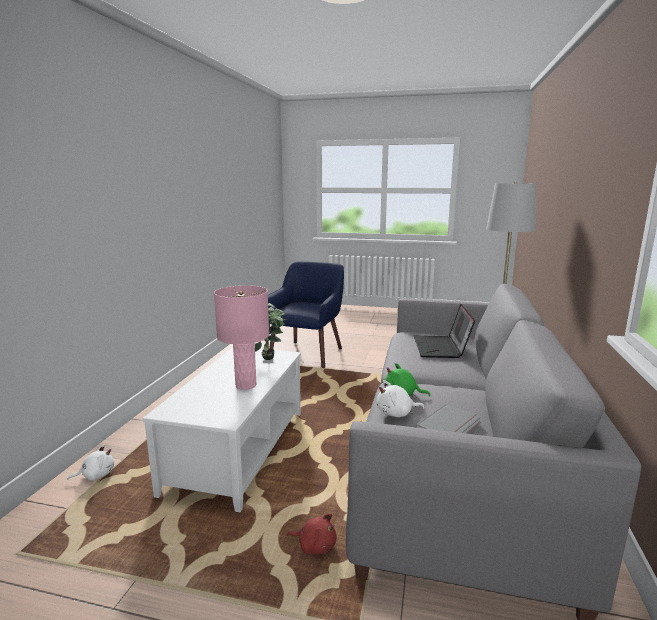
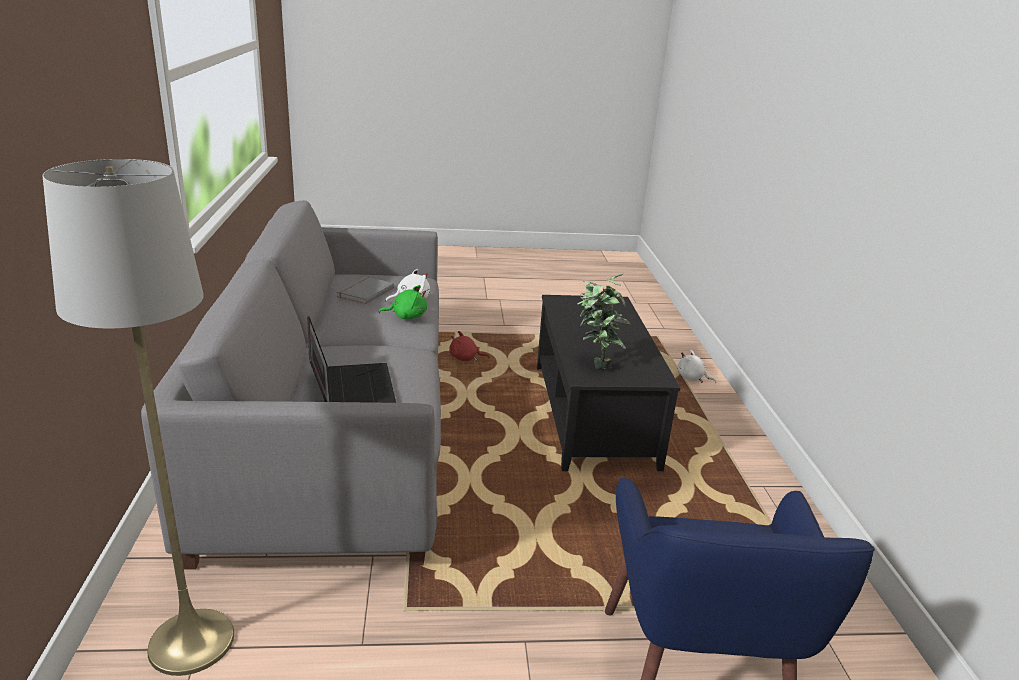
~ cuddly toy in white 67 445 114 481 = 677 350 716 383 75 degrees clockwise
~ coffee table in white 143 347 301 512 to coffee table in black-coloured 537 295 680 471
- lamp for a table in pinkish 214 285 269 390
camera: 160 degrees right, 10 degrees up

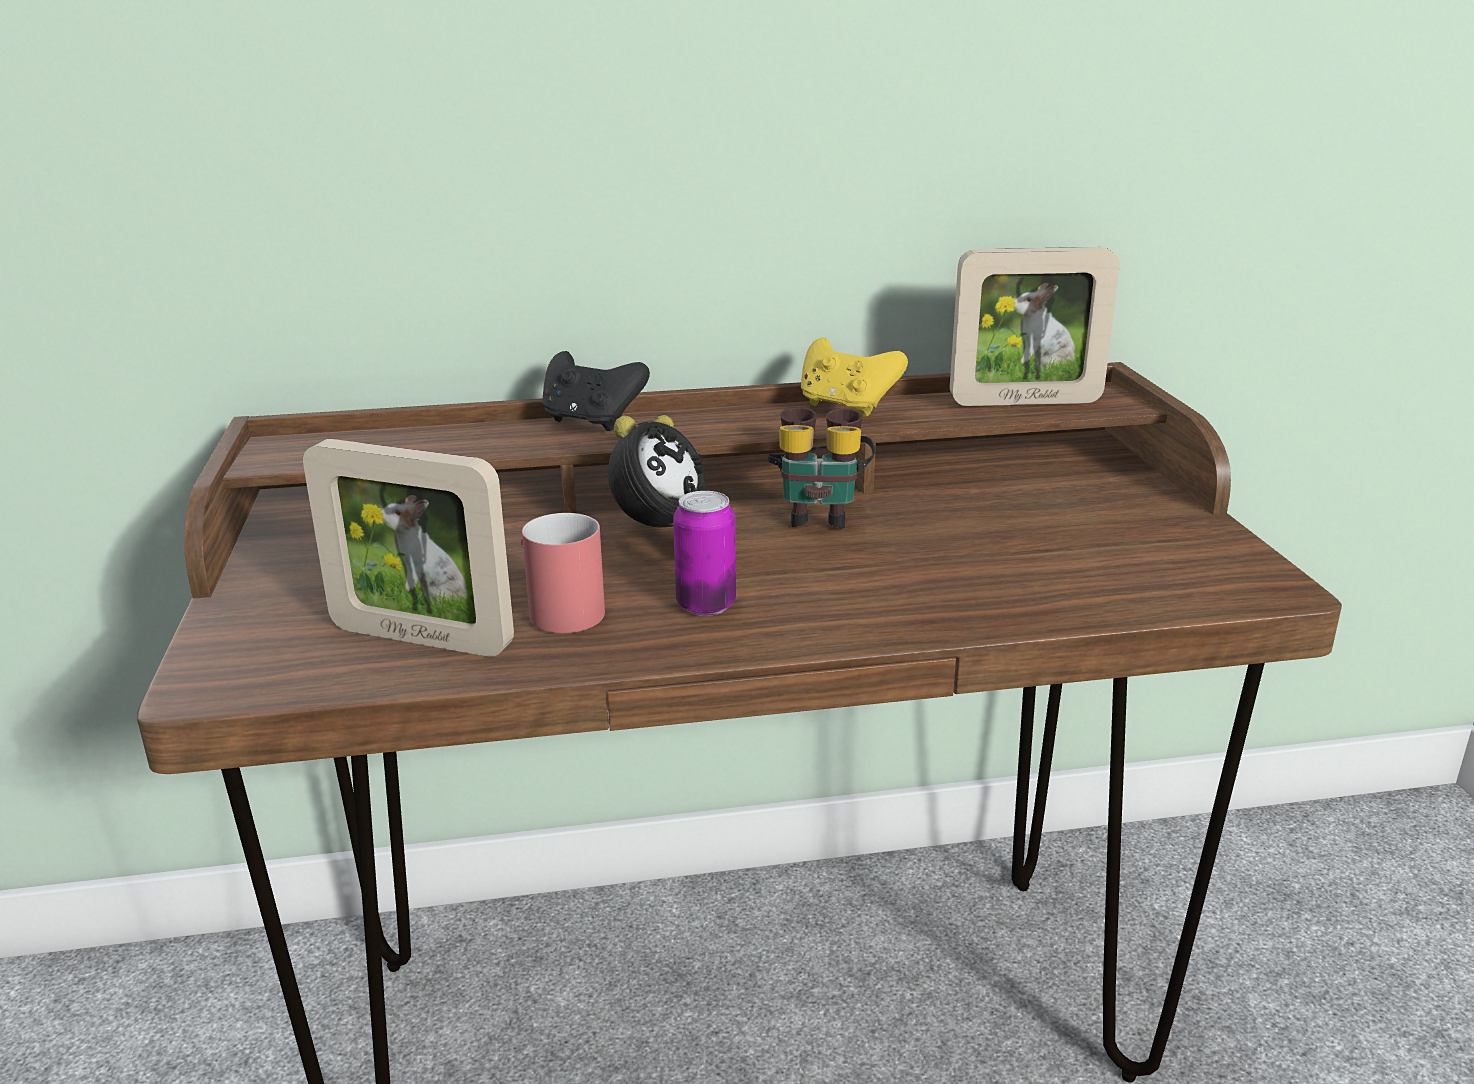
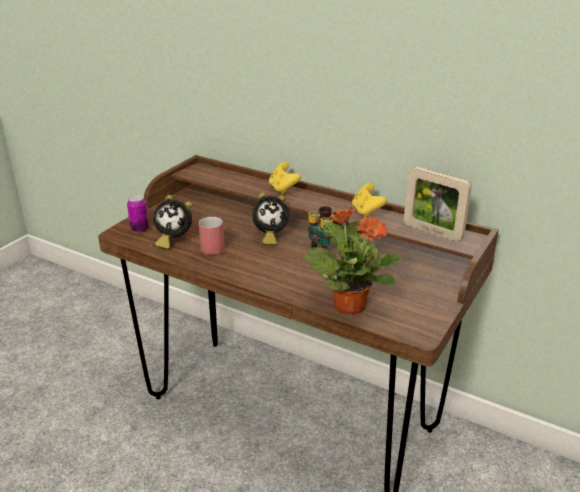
~ photo frame 303 439 514 657 to table clock 153 195 192 250
~ gamepad in black-coloured 543 351 650 431 to gamepad in yellow-coloured 269 162 301 194
~ metal can 673 491 736 616 to 127 195 149 233
+ houseplant 304 207 403 314
camera: 40 degrees right, 5 degrees up

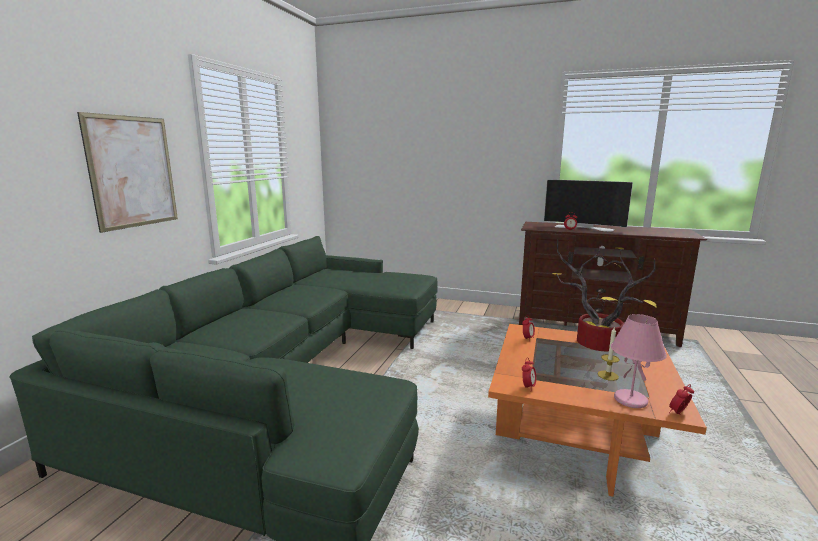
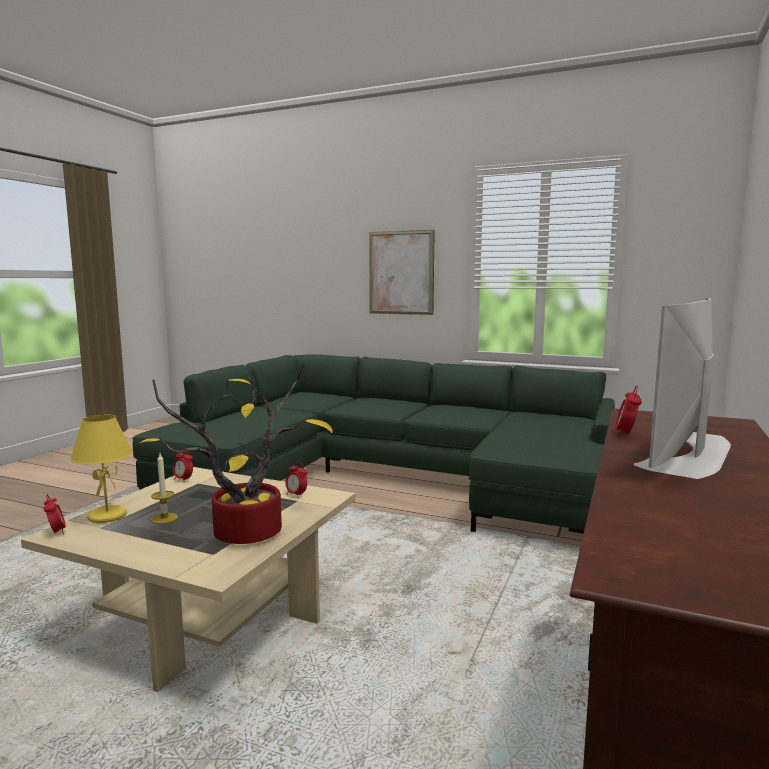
~ coffee table in orange-coloured 488 324 707 497 to coffee table in beige 21 467 356 692
~ lamp for a table in pinkish 611 314 667 408 to lamp for a table in yellow-coloured 70 415 133 523
camera: 95 degrees right, 5 degrees down

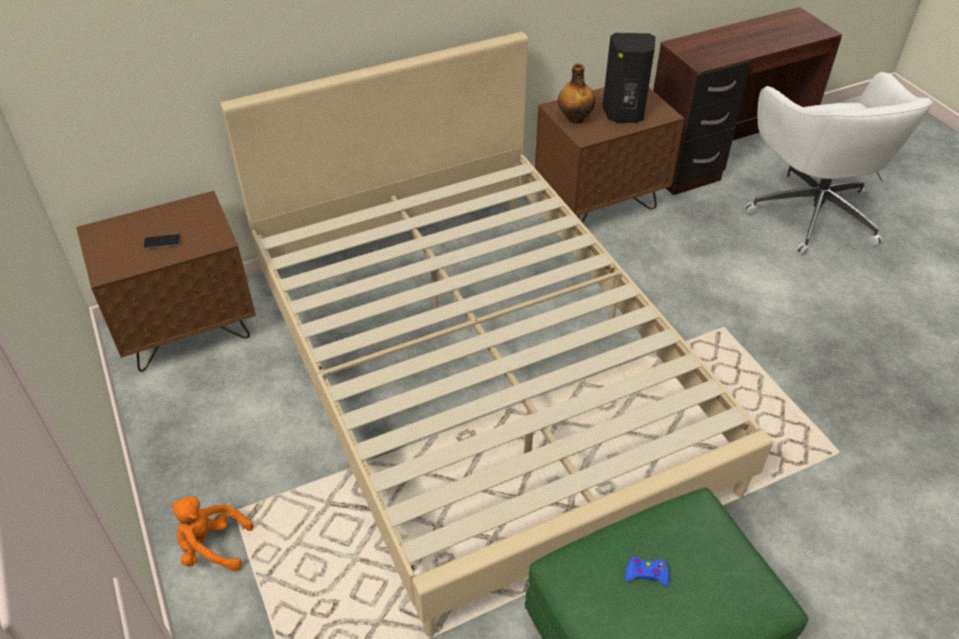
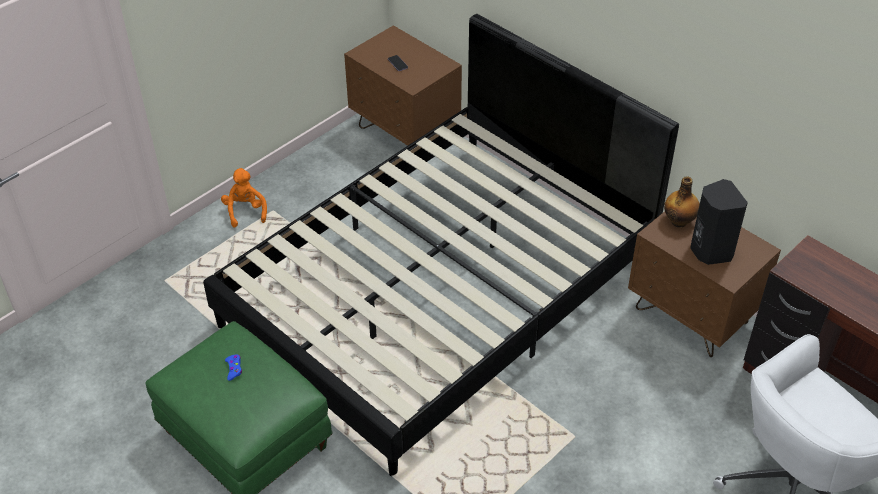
~ sleeping bed in beige 220 32 773 637 to sleeping bed in black-coloured 203 14 679 476
camera: 70 degrees right, 0 degrees up

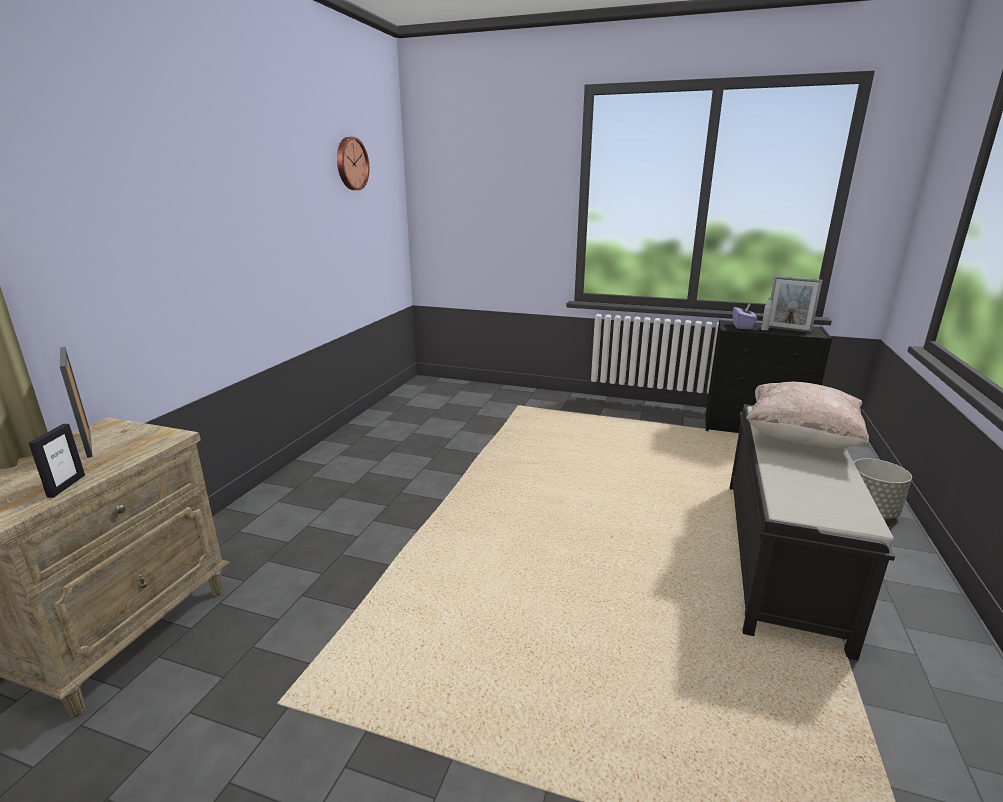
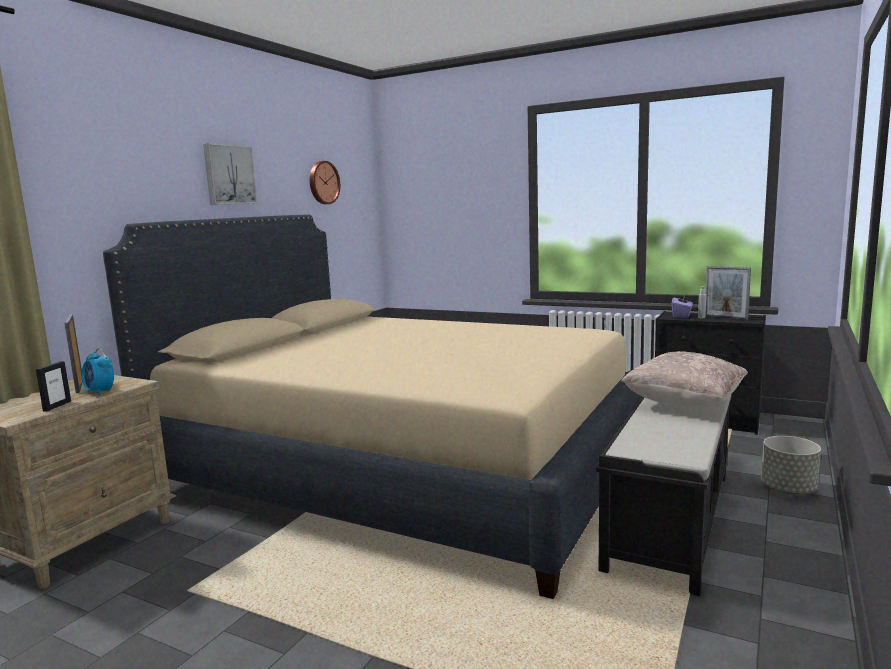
+ table clock 82 348 114 396
+ sleeping bed in beige 103 215 642 599
+ picture 203 143 258 205
camera: 10 degrees right, 10 degrees down

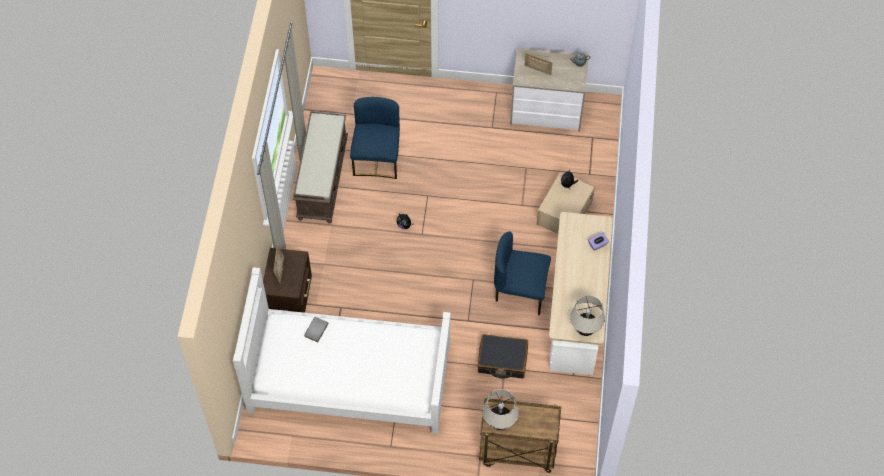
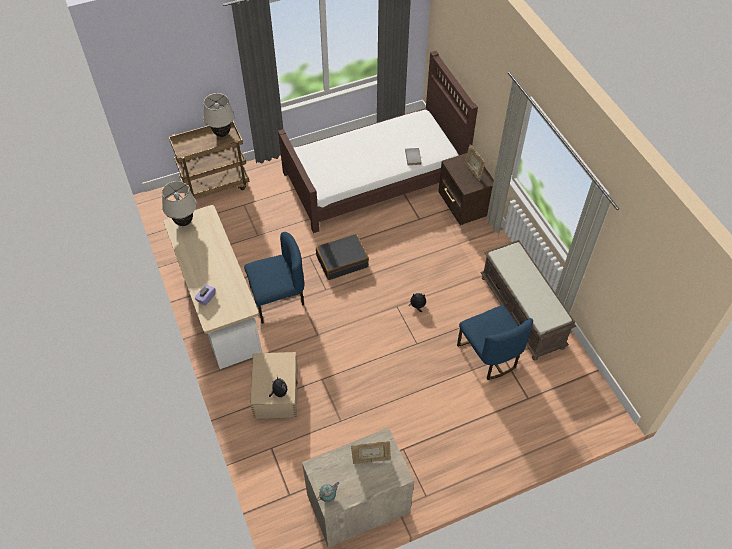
~ sleeping bed in white 233 267 451 434 to sleeping bed in brown 278 51 478 233
~ piece of luggage in black-coloured 478 334 528 378 to 316 234 369 280
camera: 150 degrees right, 5 degrees down

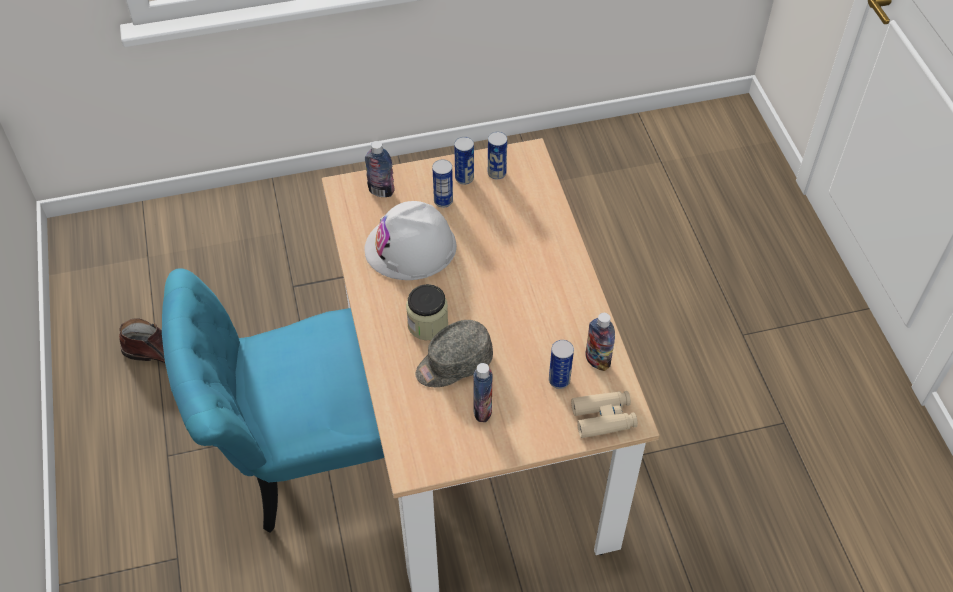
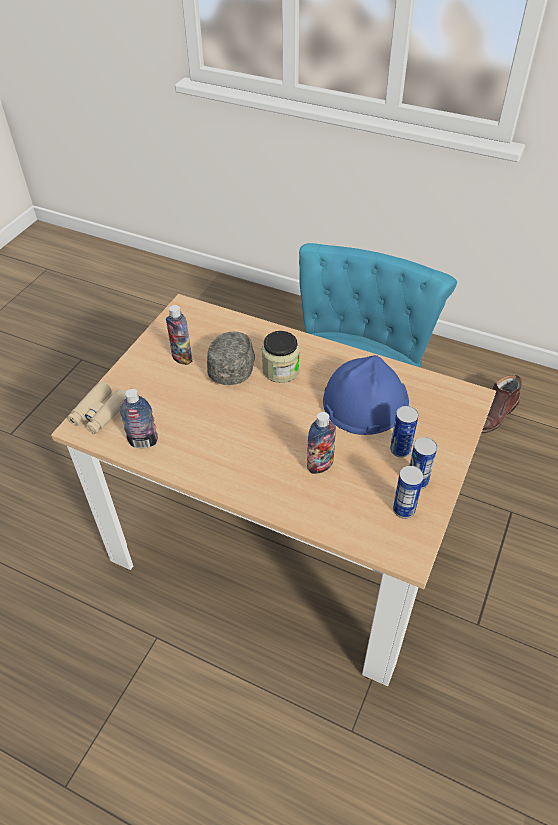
~ safety helmet in white 364 201 457 280 to safety helmet in bluish 323 355 409 435
~ bottle 365 141 395 197 to 307 412 336 474
- metal can 549 340 574 389
camera: 130 degrees right, 5 degrees down

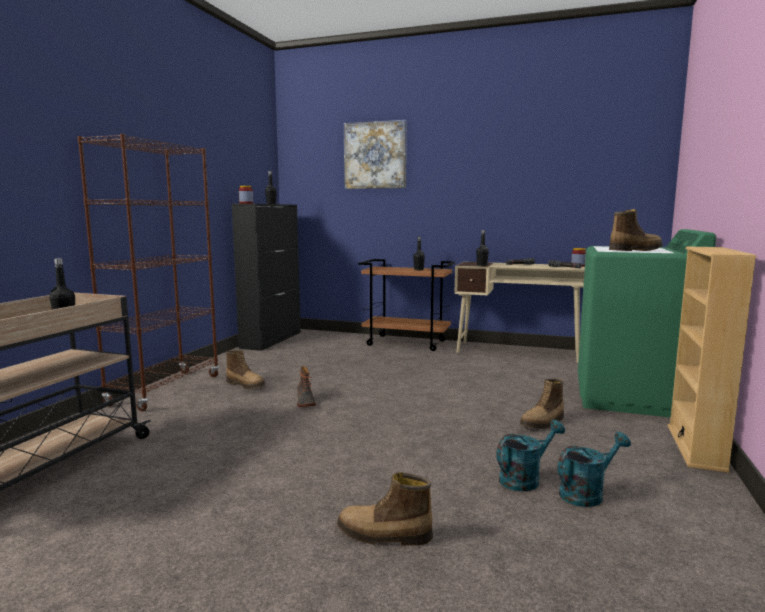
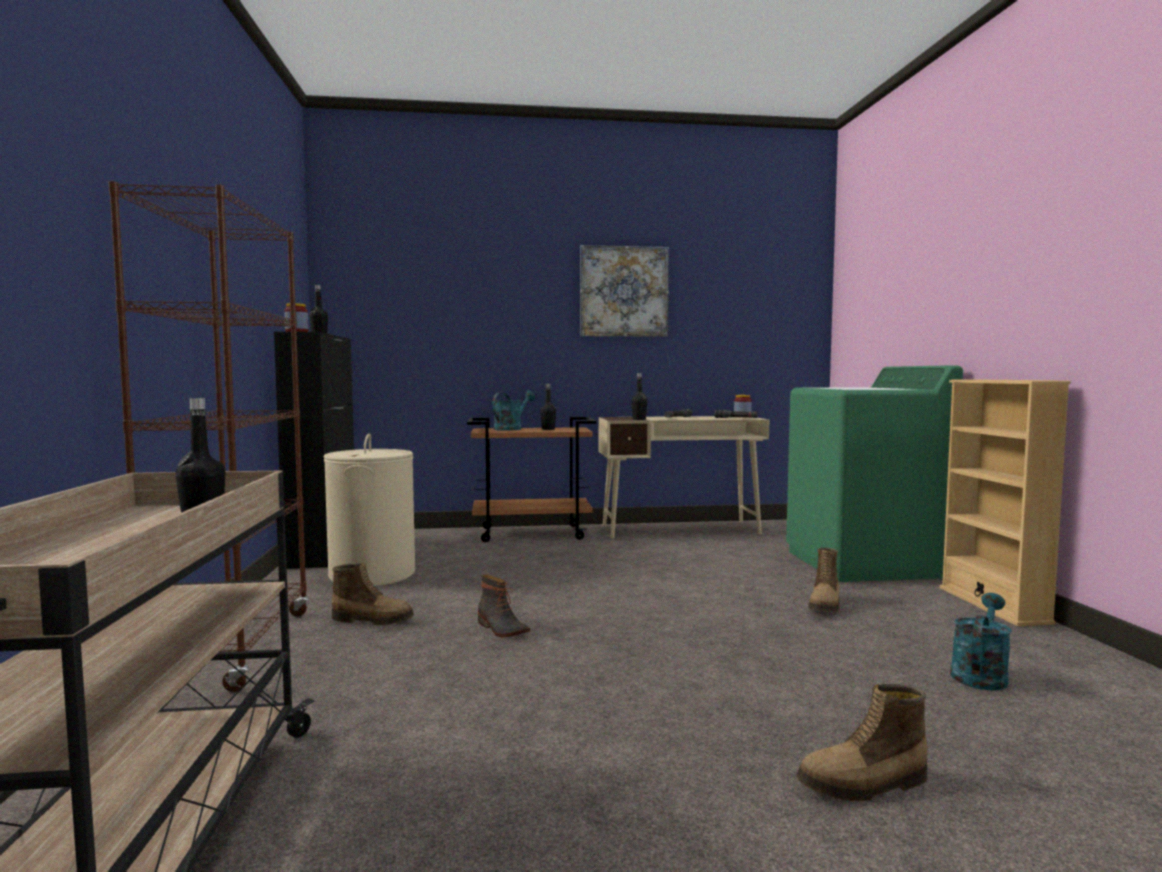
~ picture 344 120 406 189 to 580 245 669 337
~ watering pot in turquoise-coloured 496 420 565 491 to 492 391 535 431
- high-top boot 609 209 663 251
+ hamper in beige 323 434 415 586
camera: 25 degrees left, 5 degrees down

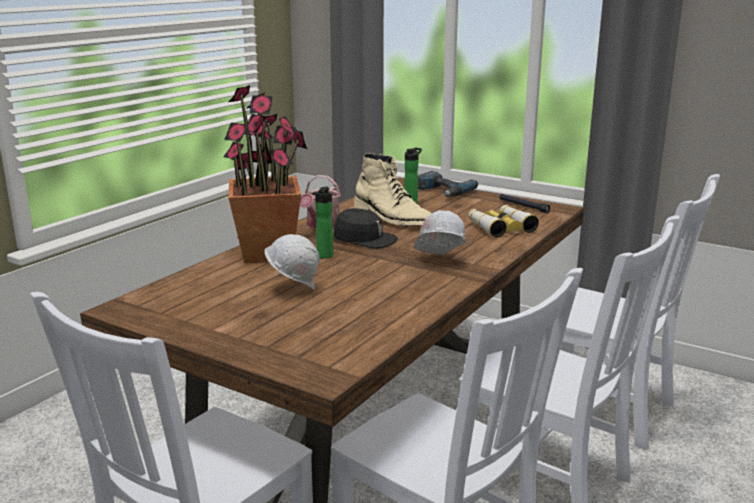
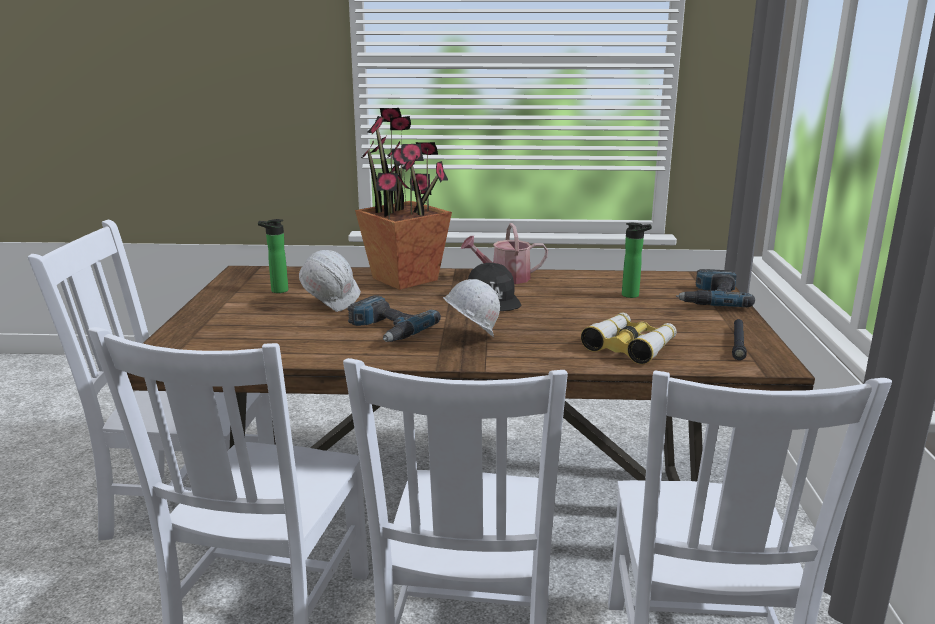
~ bottle 312 187 333 258 to 258 219 288 293
- high-top boot in beige 354 153 431 225
+ power drill 347 295 441 342
camera: 60 degrees right, 0 degrees up

